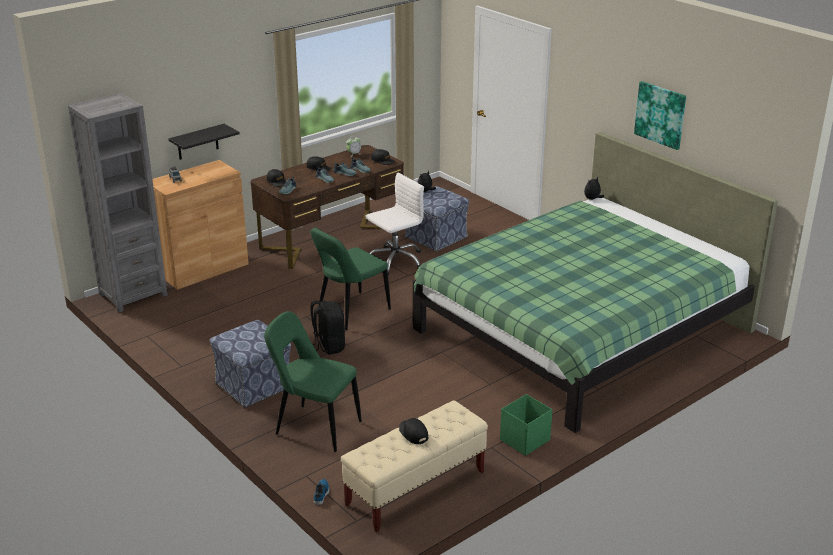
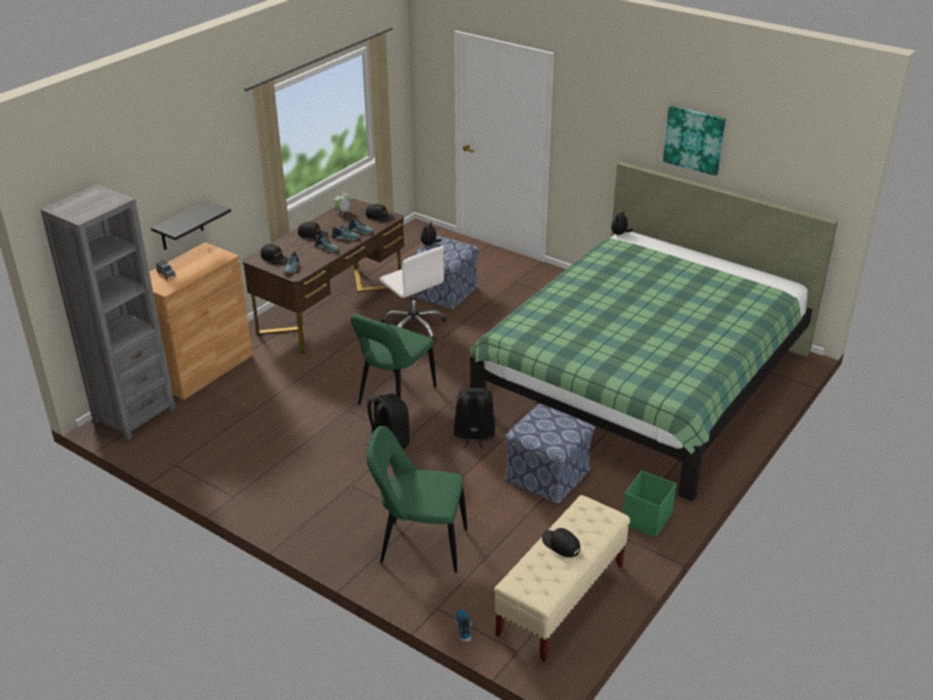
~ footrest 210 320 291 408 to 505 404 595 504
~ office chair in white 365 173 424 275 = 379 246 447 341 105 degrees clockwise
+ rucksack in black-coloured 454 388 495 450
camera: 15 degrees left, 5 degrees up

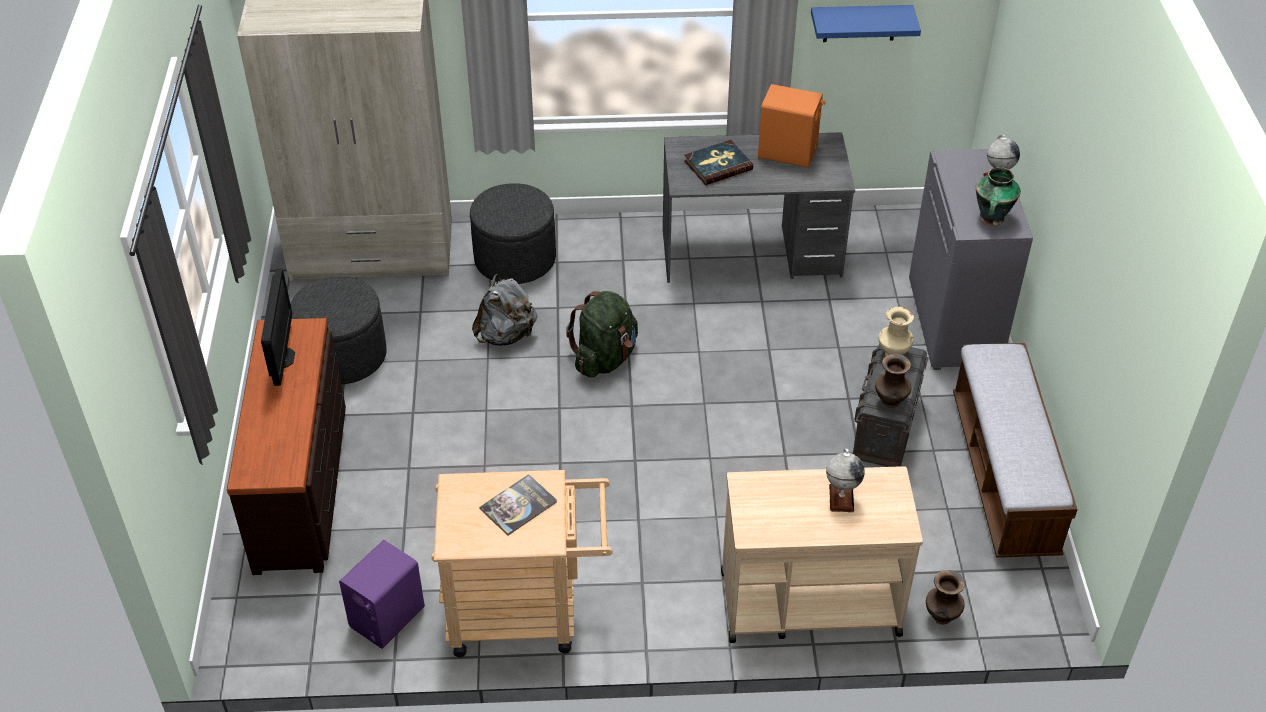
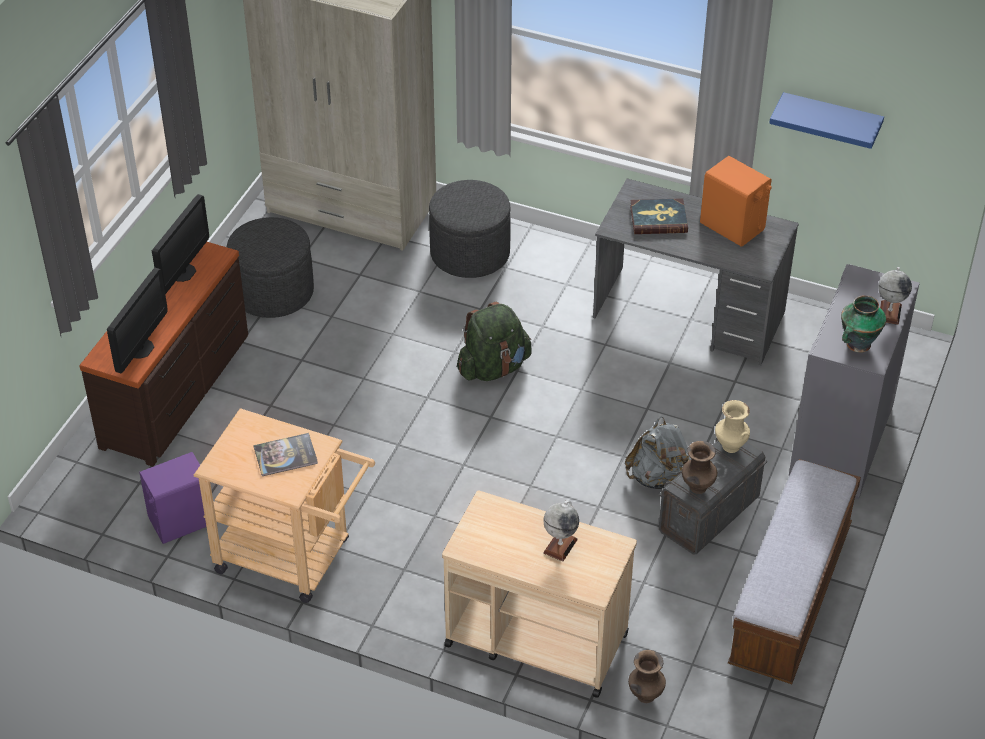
~ rucksack in grey 472 274 538 346 to 625 416 691 489
+ monitor 107 268 168 373
camera: 25 degrees right, 0 degrees up

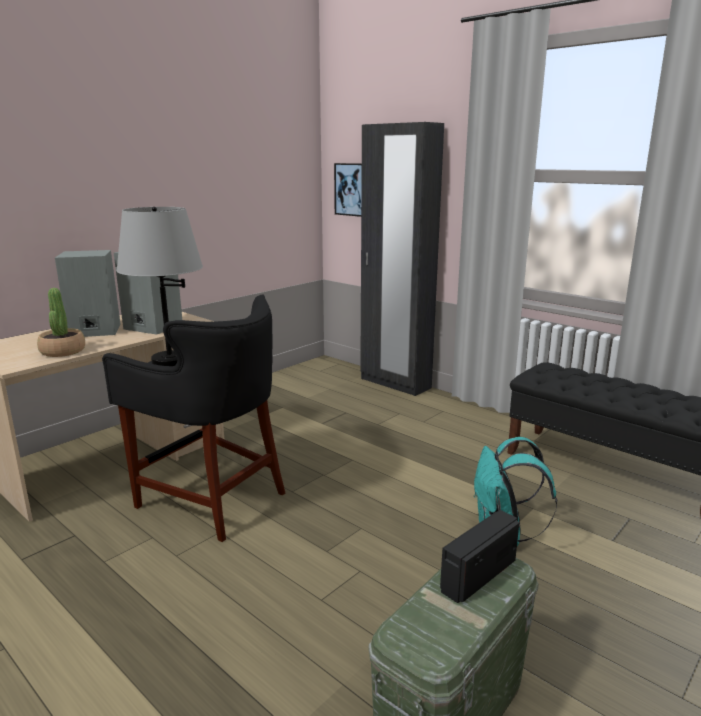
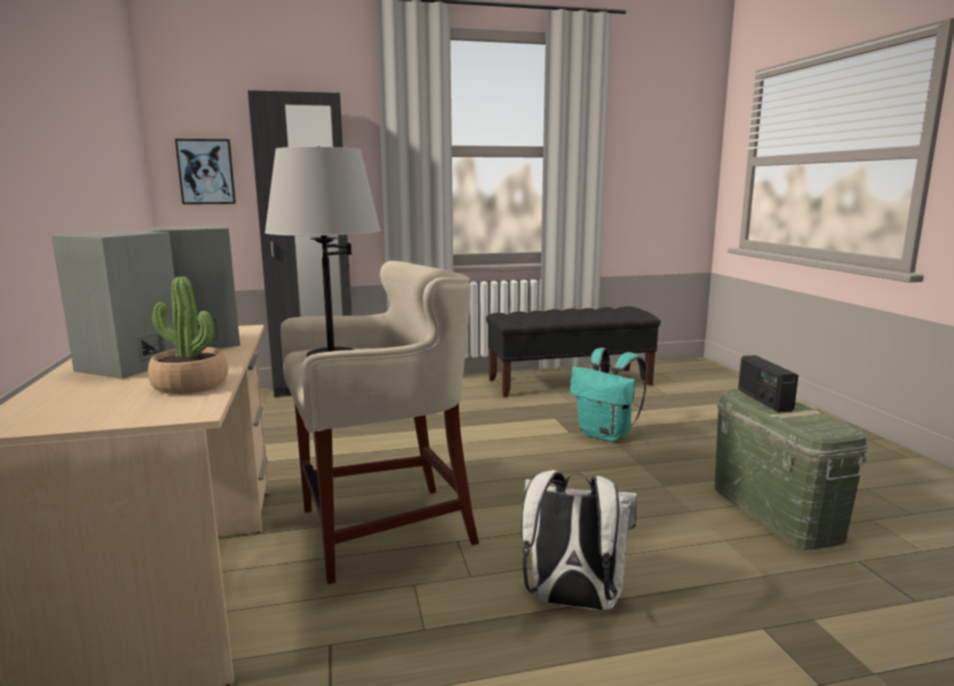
~ sitting stool in black-coloured 102 295 285 542 to sitting stool in beige 280 261 479 584
+ rucksack in white 521 470 637 610
camera: 55 degrees left, 5 degrees down

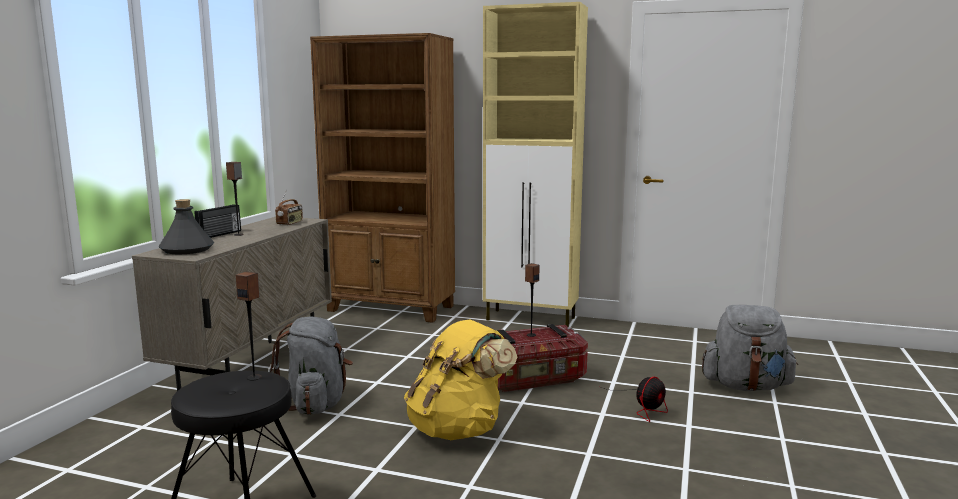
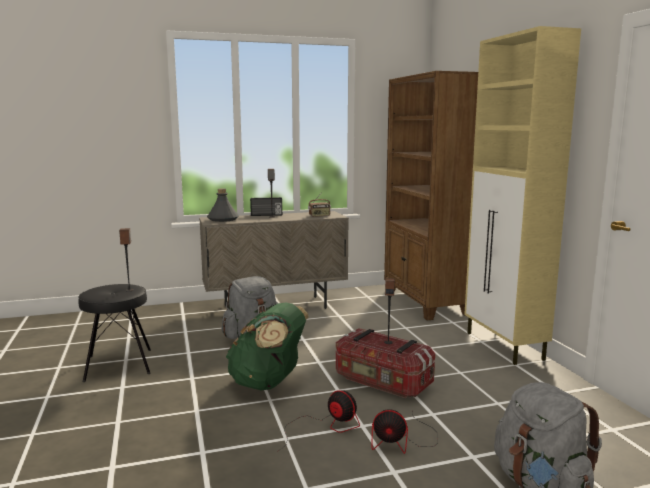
~ rucksack in yellow-coloured 404 319 517 440 to rucksack in green-coloured 226 303 309 391
+ fan 278 390 360 451
camera: 55 degrees right, 0 degrees up

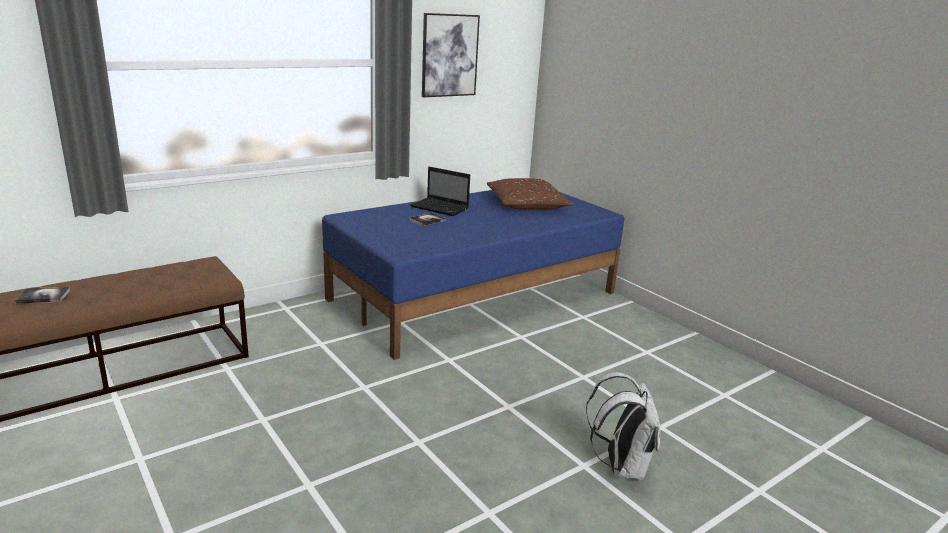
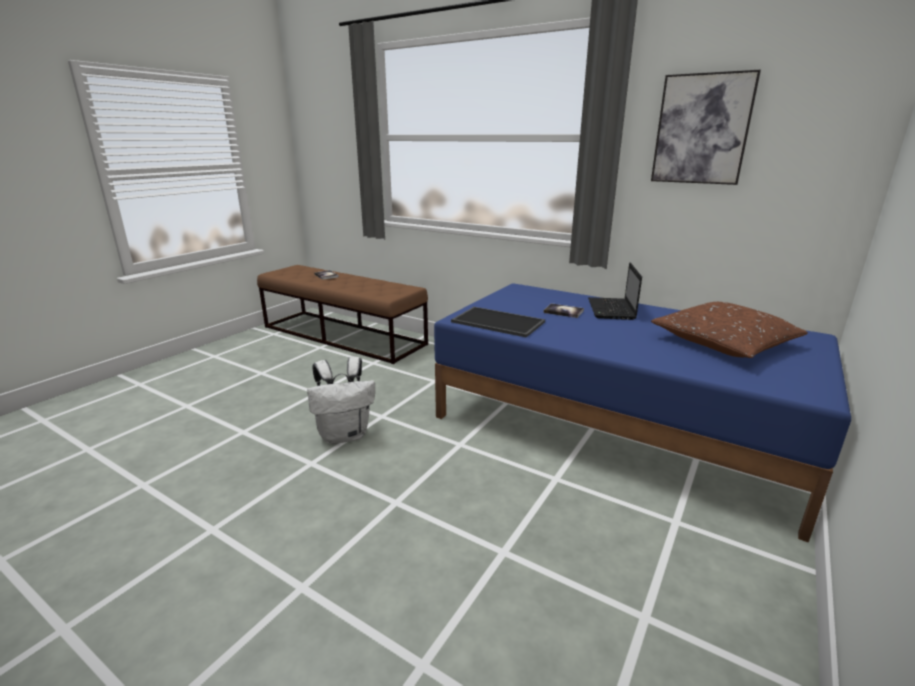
~ rucksack in white 586 372 660 481 to 307 357 375 444
+ tray 451 307 545 337
camera: 70 degrees right, 0 degrees up

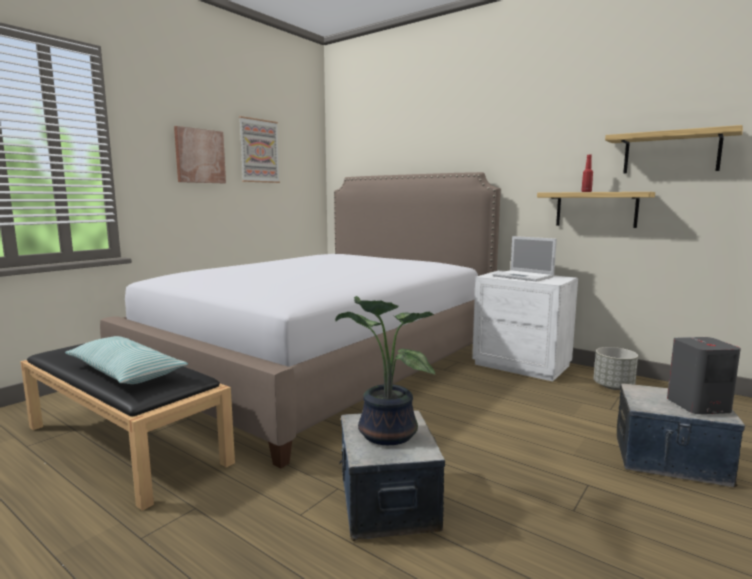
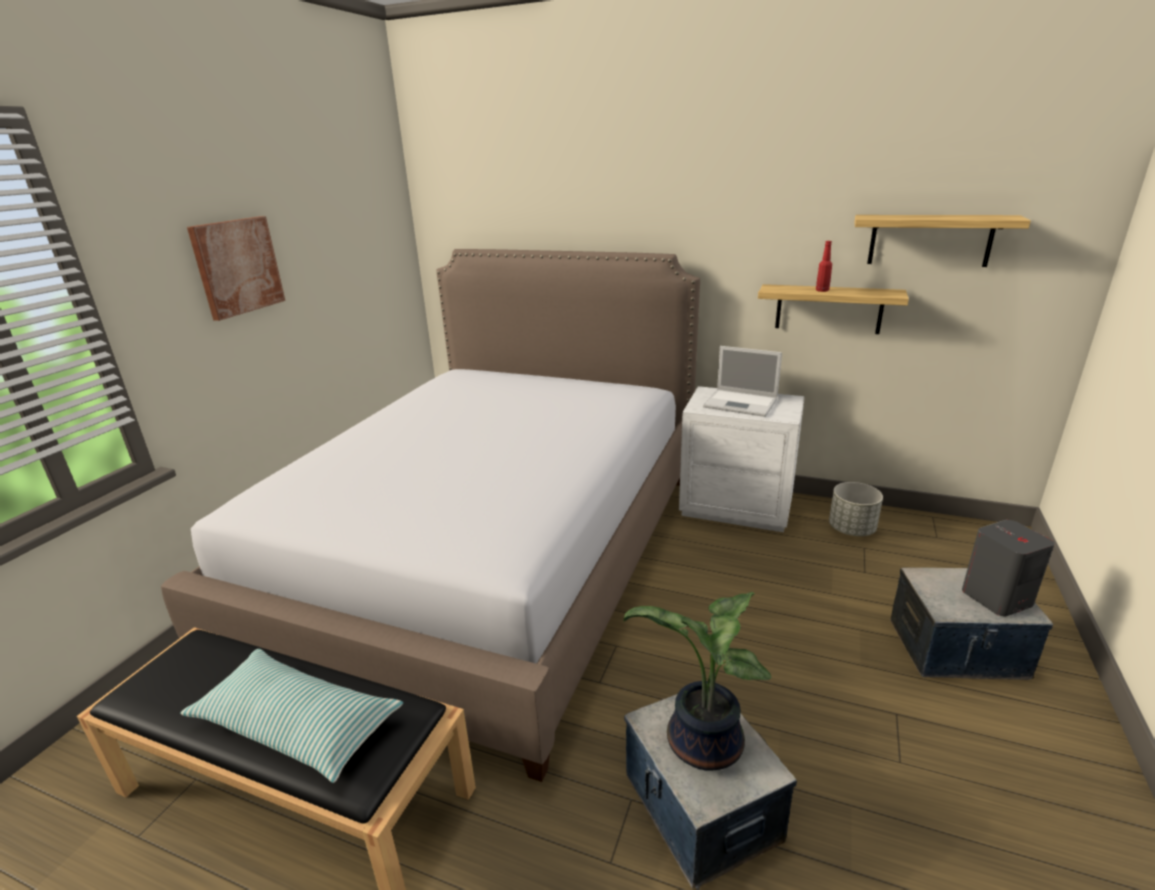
- picture 239 116 280 183
camera: 15 degrees left, 15 degrees up

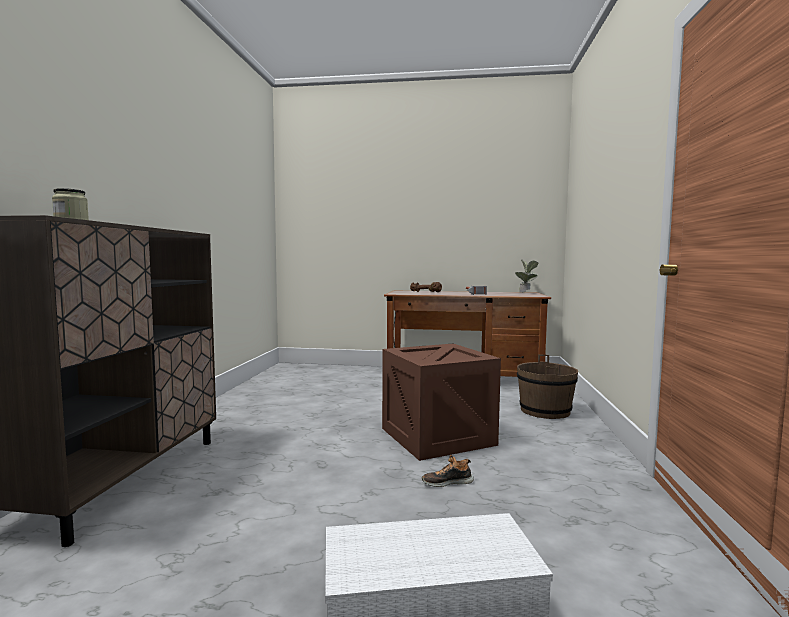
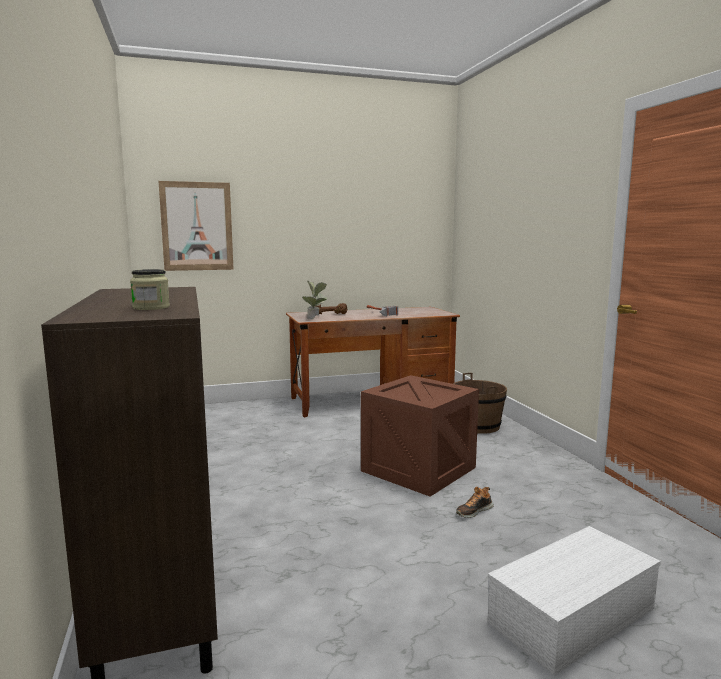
~ houseplant 515 260 538 293 to 302 281 327 319
+ picture 159 181 234 271
camera: 25 degrees left, 5 degrees up

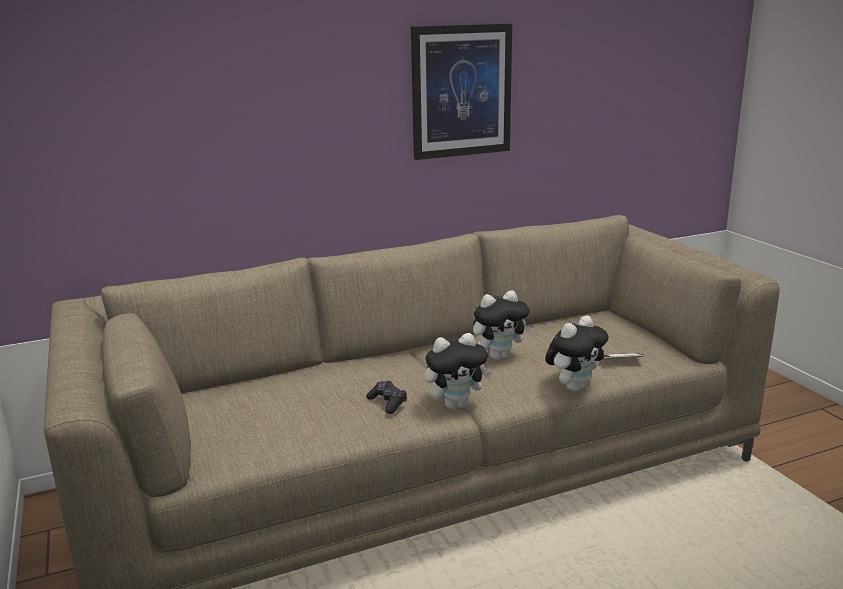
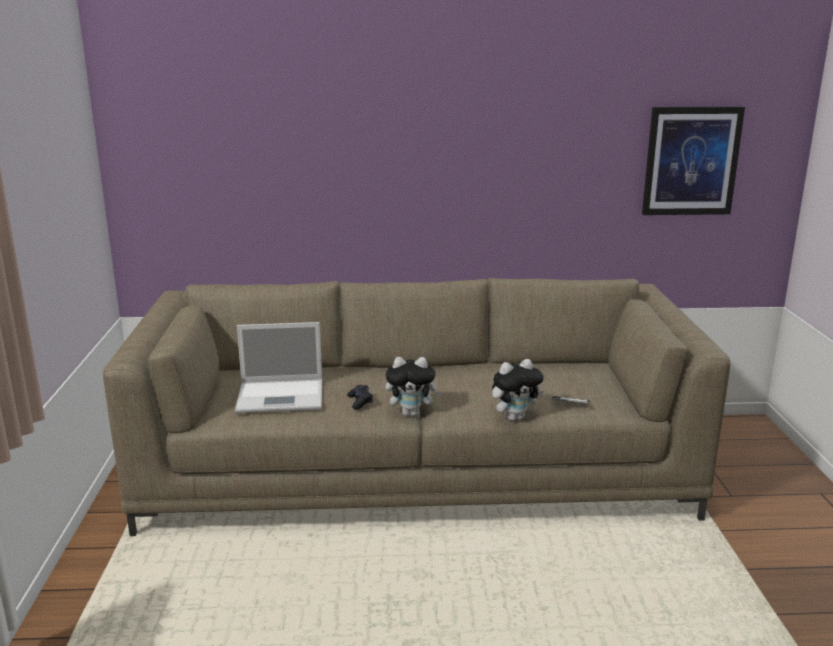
~ picture 411 23 512 160 to 642 107 745 215
- cuddly toy 473 291 531 360
+ laptop 235 322 322 413
camera: 20 degrees right, 0 degrees up

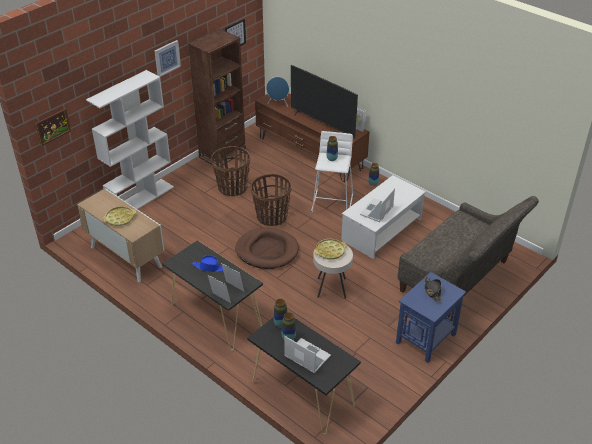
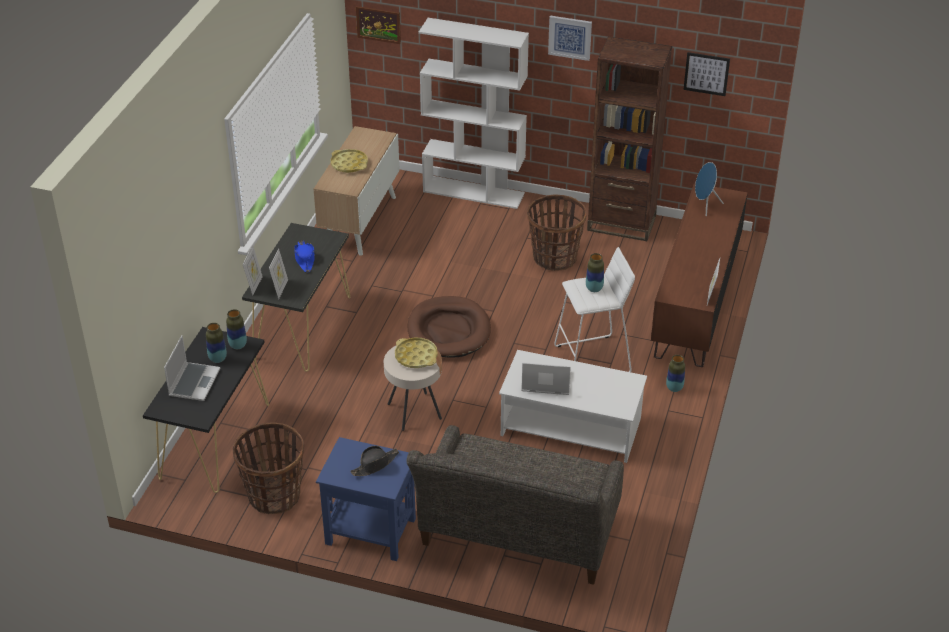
~ basket 251 174 292 226 to 233 422 304 514
- television 291 65 358 138
camera: 65 degrees right, 0 degrees up

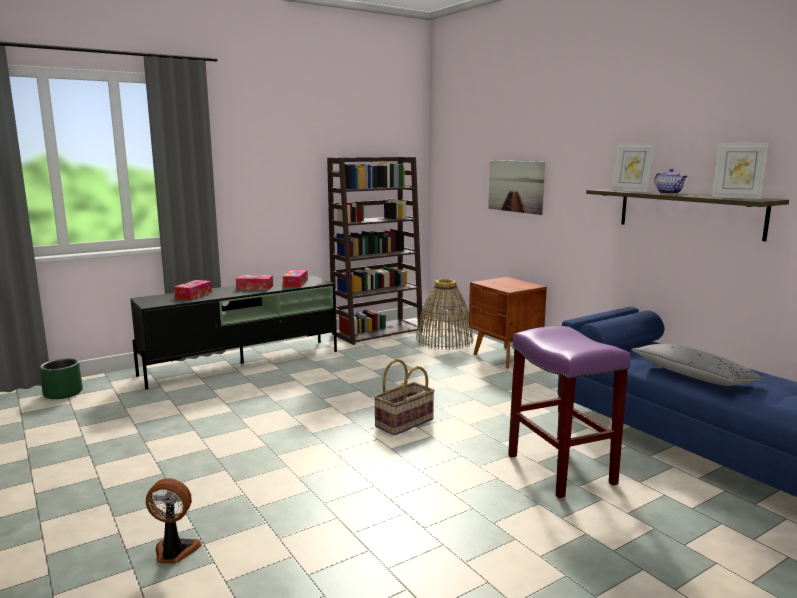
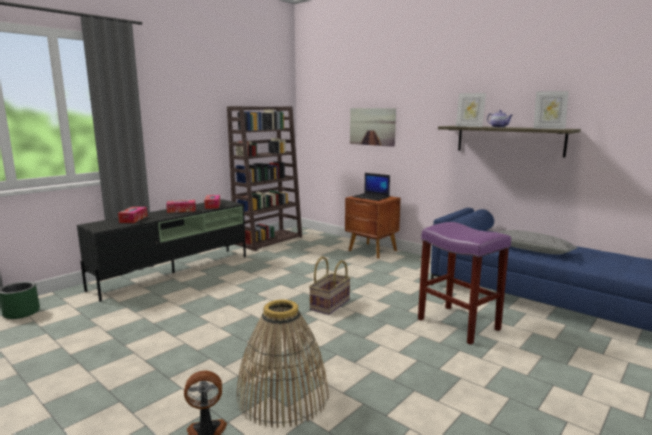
~ basket 416 279 474 350 to 237 300 329 428
+ laptop 353 173 390 201
camera: 15 degrees left, 0 degrees up

